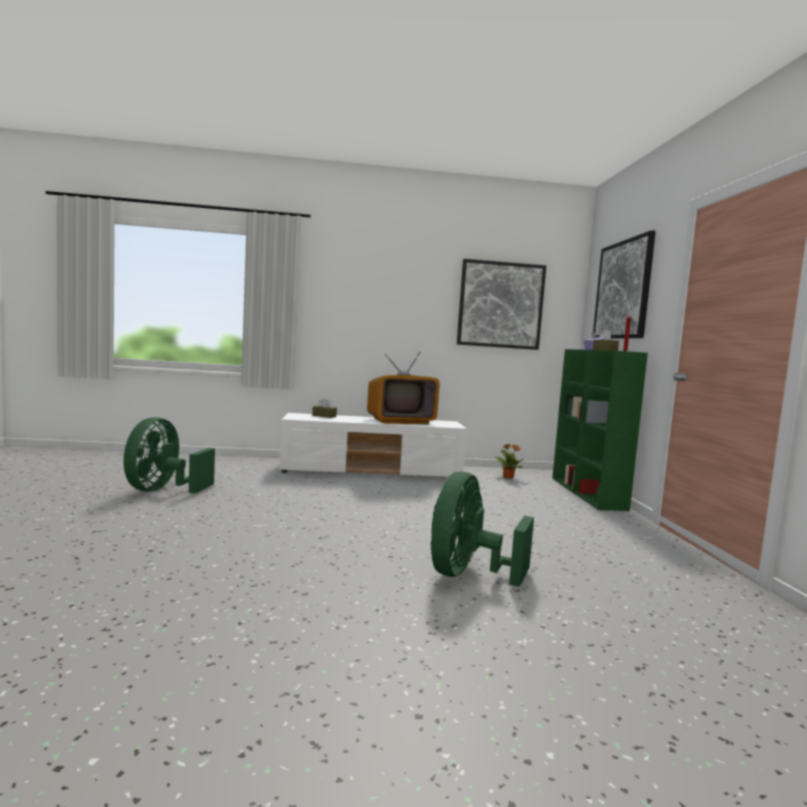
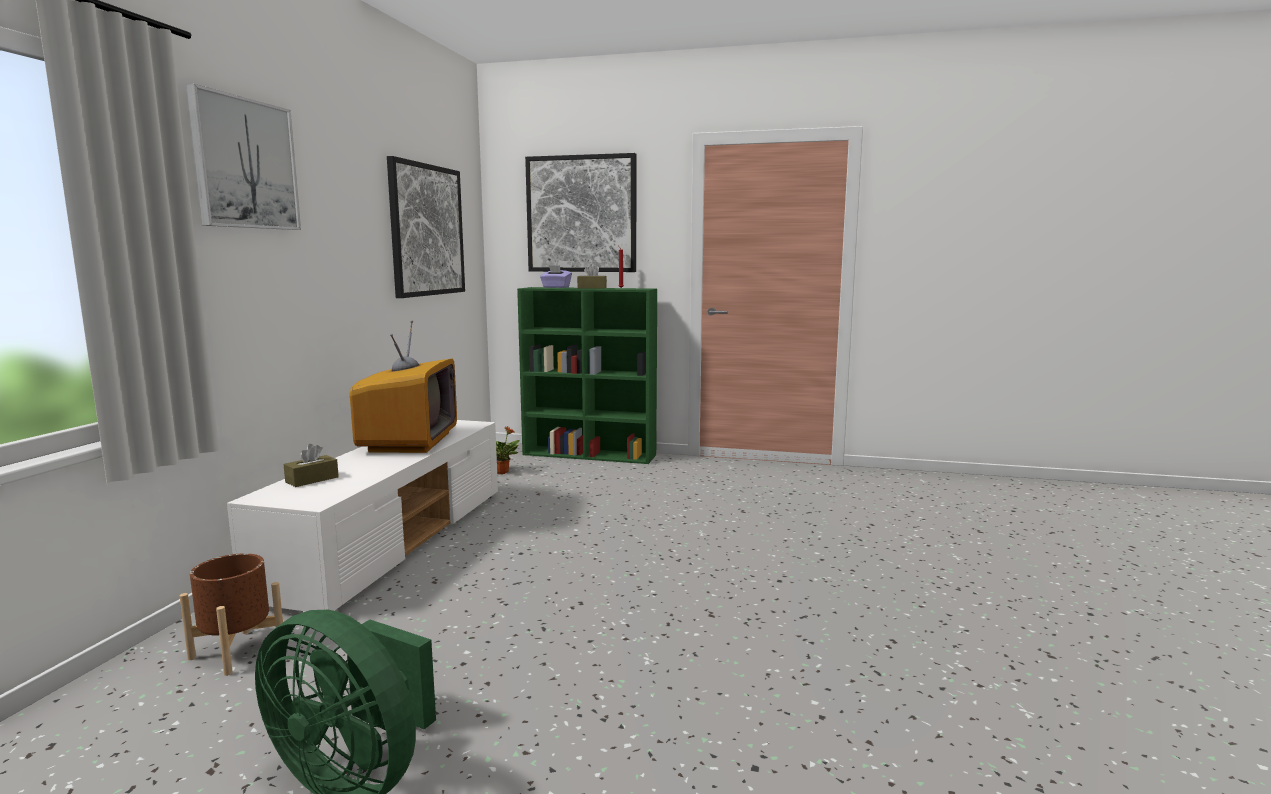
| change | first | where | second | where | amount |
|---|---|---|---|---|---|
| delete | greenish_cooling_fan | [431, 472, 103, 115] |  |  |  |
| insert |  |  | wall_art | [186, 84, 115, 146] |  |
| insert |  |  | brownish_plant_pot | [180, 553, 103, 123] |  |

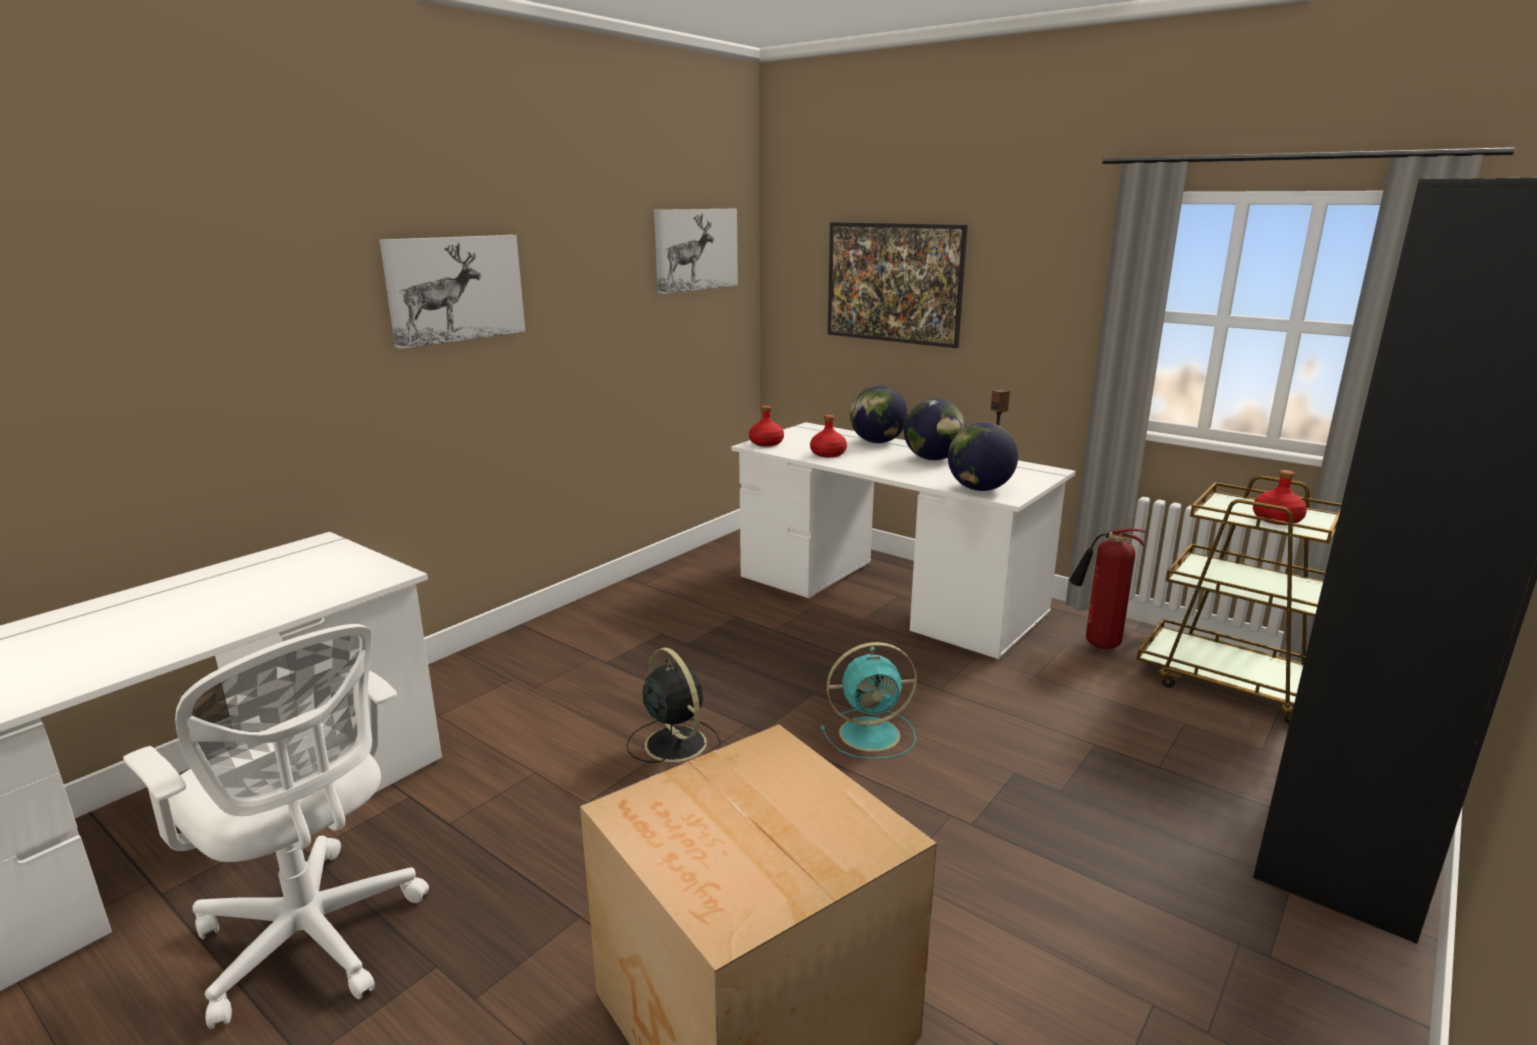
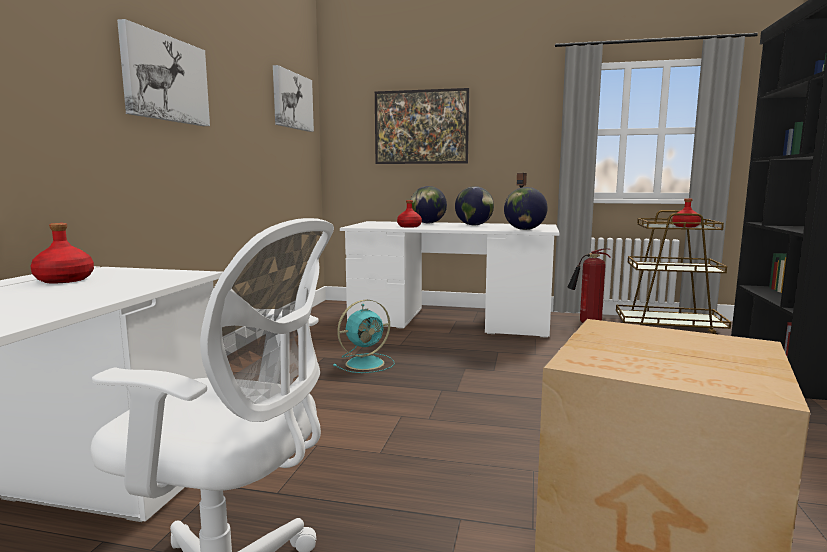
| change | first | where | second | where | amount |
|---|---|---|---|---|---|
| move | reddish_bottle | [749, 405, 35, 42] |  | [30, 223, 64, 60] |  |
| move | turquoise_cooling_fan | [821, 642, 96, 117] |  | [333, 299, 62, 74] |  |
| delete | black-coloured_cooling_fan | [626, 647, 95, 116] |  |  |  |

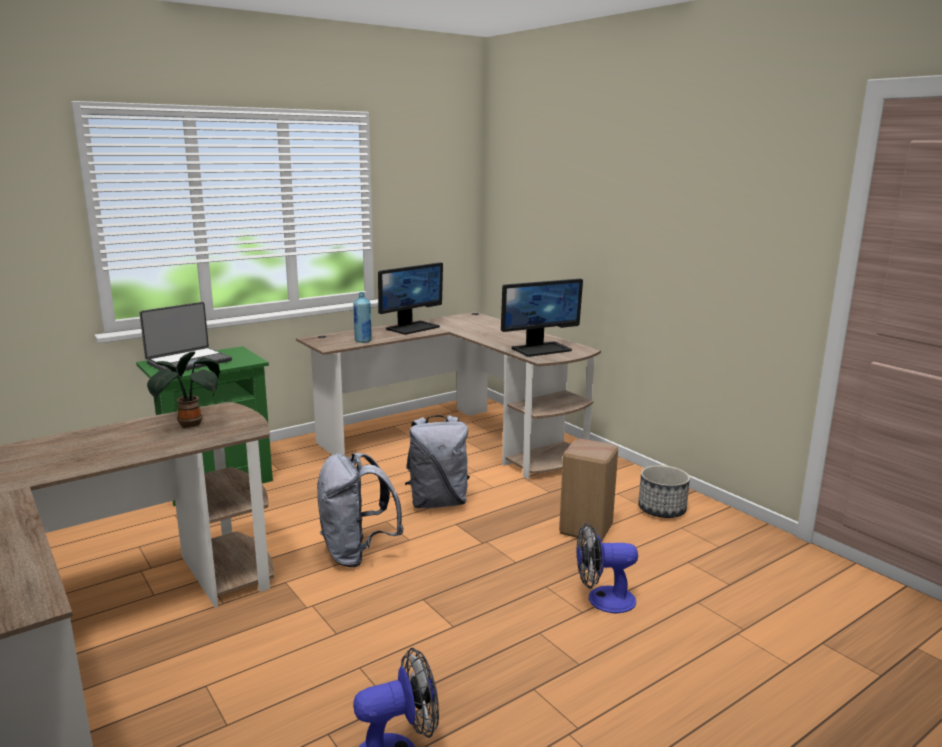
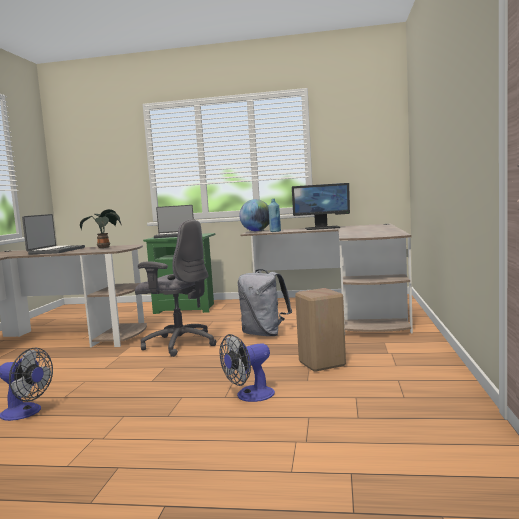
| change | first | where | second | where | amount |
|---|---|---|---|---|---|
| delete | computer_display | [501, 279, 82, 78] |  |  |  |
| replace | gray_rucksack | [317, 453, 87, 114] | gray_computer_chair | [135, 219, 82, 138] |  |
| delete | plant_pot | [638, 465, 52, 53] |  |  |  |
| rotate | cooling_fan | [577, 523, 61, 91] |  | [220, 334, 55, 68] | 75 degrees counterclockwise |
| insert |  |  | desk_globe | [239, 199, 30, 32] |  |
| insert |  |  | notebook_computer | [22, 214, 63, 41] |  |

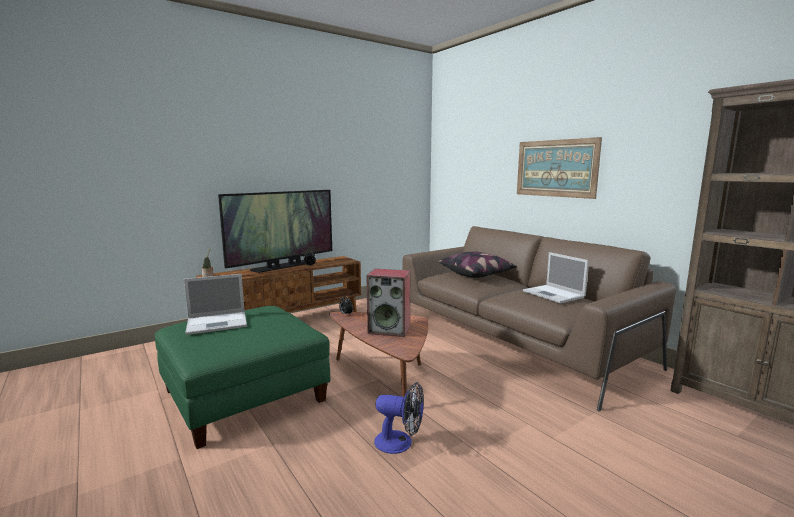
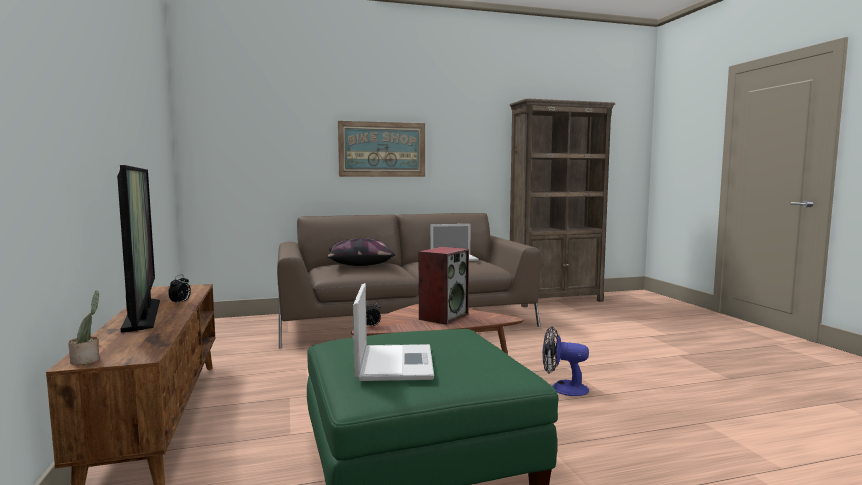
| change | first | where | second | where | amount |
|---|---|---|---|---|---|
| rotate | cooling_fan | [374, 382, 50, 72] |  | [543, 326, 46, 70] | 105 degrees counterclockwise |

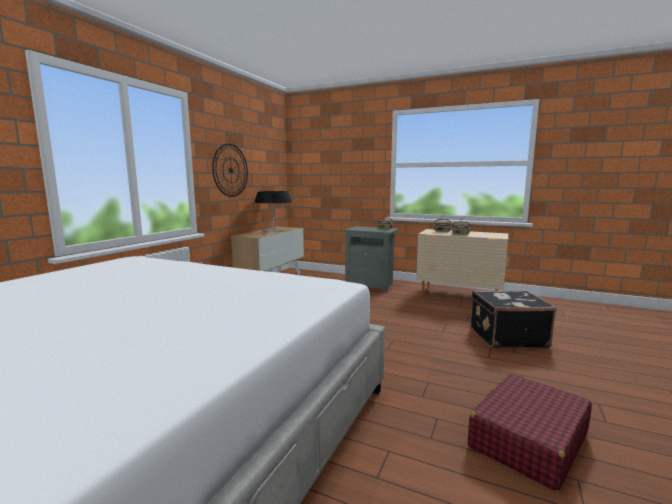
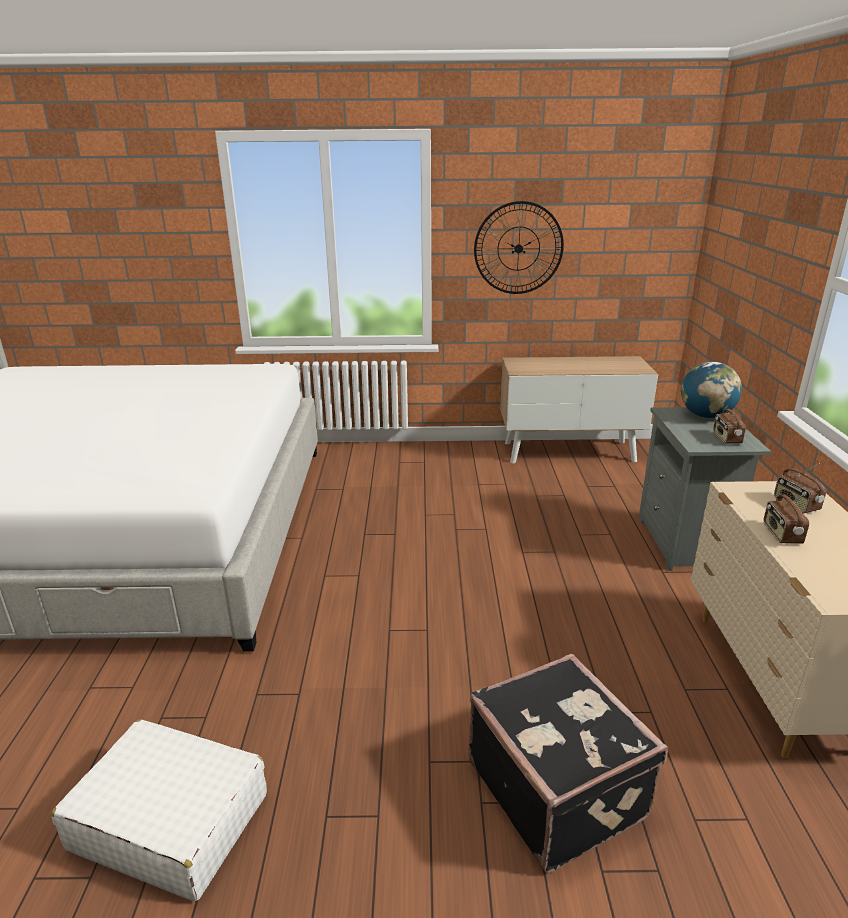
| change | first | where | second | where | amount |
|---|---|---|---|---|---|
| delete | lamp_for_a_table | [254, 191, 38, 41] |  |  |  |
| recolor | reddish_suitcase | [468, 374, 124, 117] | whitish_suitcase | [51, 719, 216, 182] |  |
| insert |  |  | desk_globe | [681, 362, 61, 56] |  |

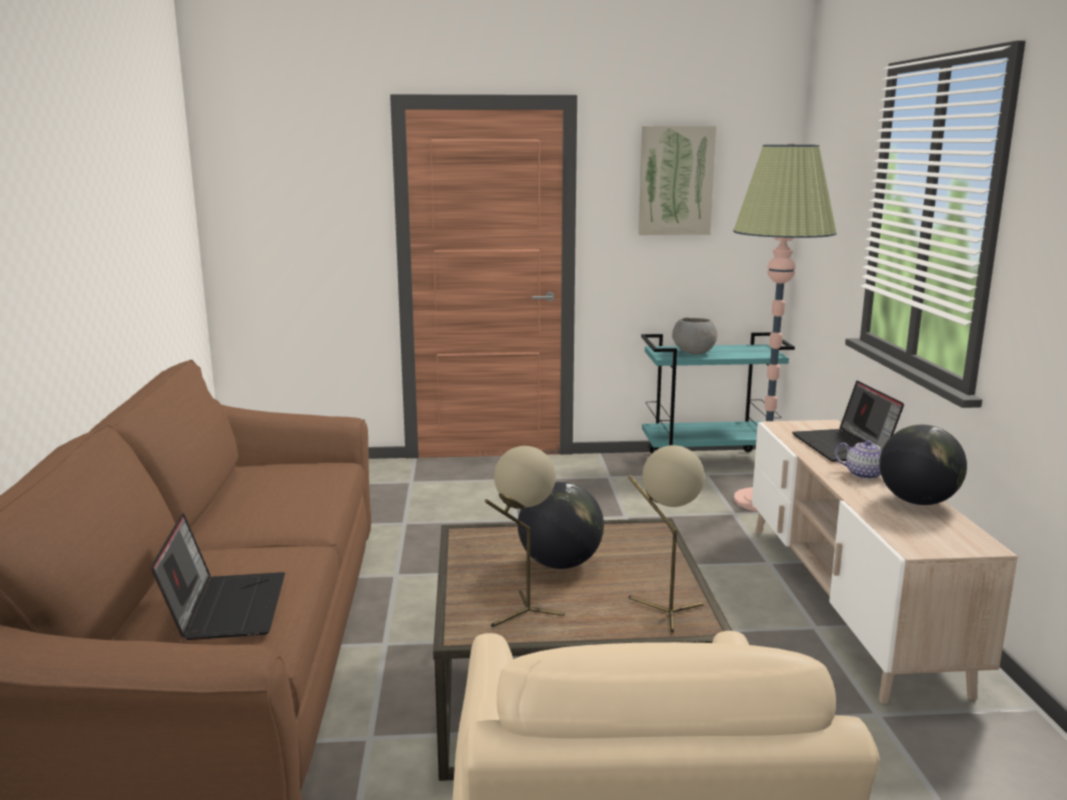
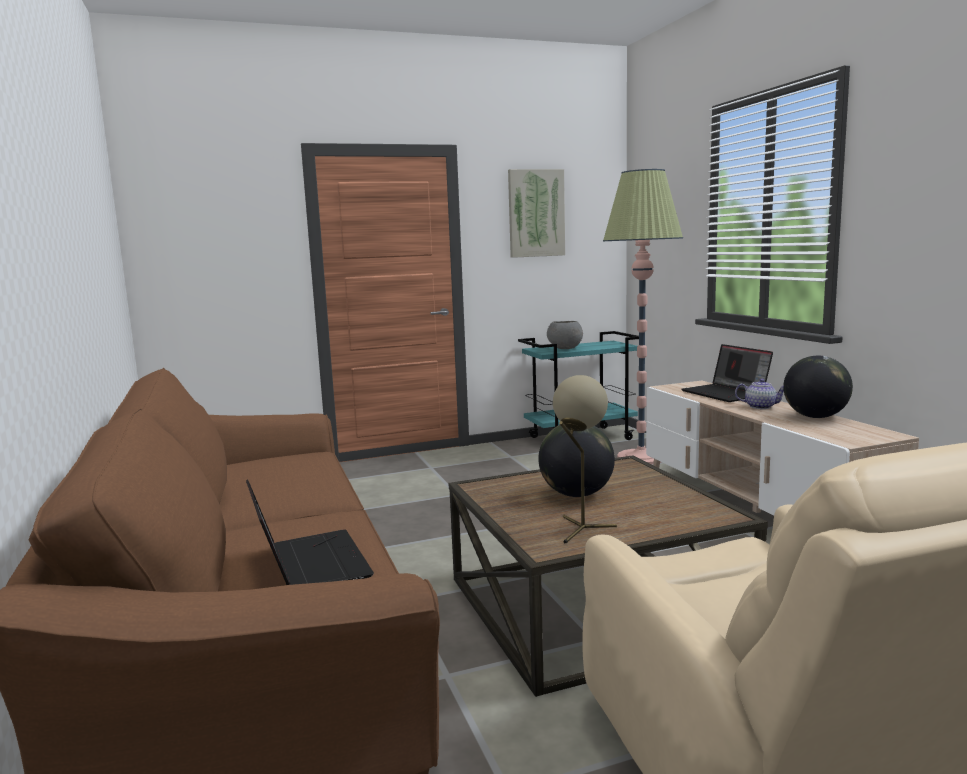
| change | first | where | second | where | amount |
|---|---|---|---|---|---|
| delete | beige_lamp_for_a_table | [628, 445, 77, 188] |  |  |  |

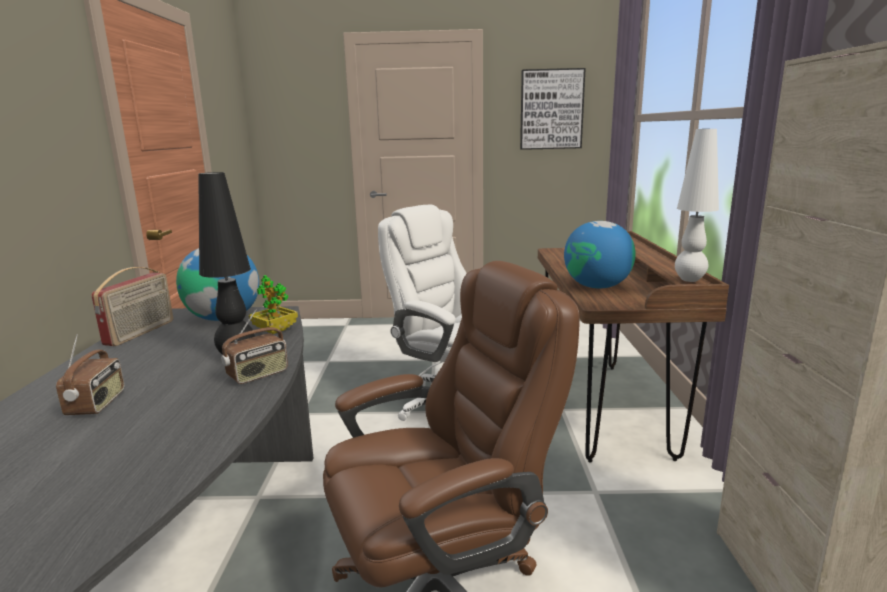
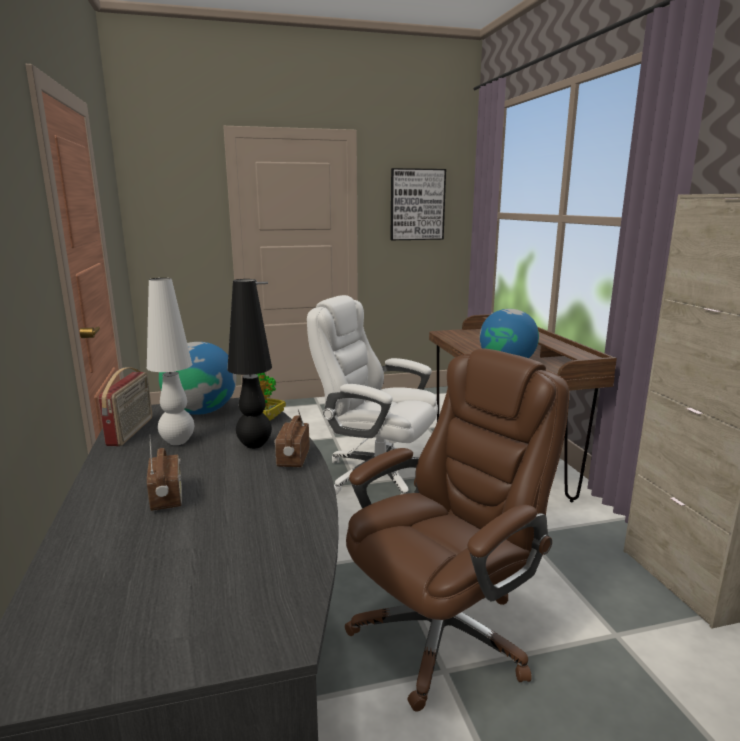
| change | first | where | second | where | amount |
|---|---|---|---|---|---|
| move | whitish_lamp_for_a_table | [675, 129, 44, 153] |  | [147, 278, 47, 167] |  |
| rotate | radio_set | [221, 309, 67, 75] |  | [274, 409, 35, 59] | 150 degrees clockwise |

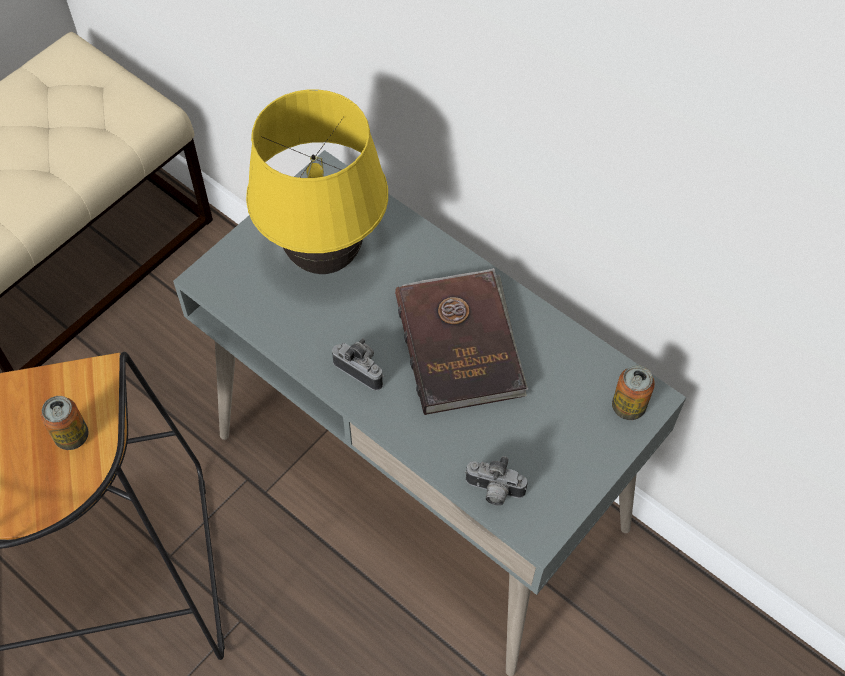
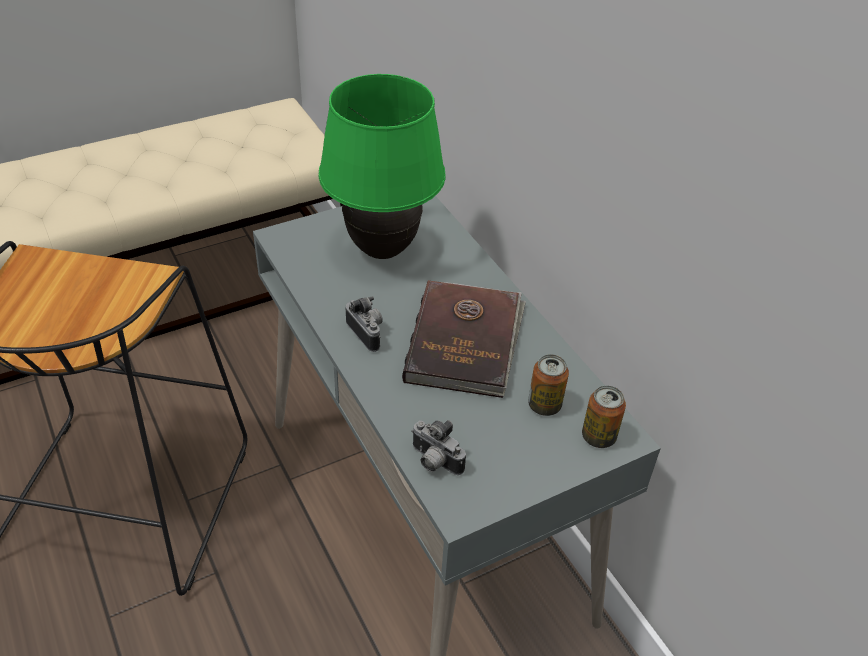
| change | first | where | second | where | amount |
|---|---|---|---|---|---|
| recolor | yellowish_lamp_for_a_table | [246, 90, 142, 184] | greenish_lamp_for_a_table | [319, 74, 127, 185] |  |
| move | can | [41, 396, 48, 54] |  | [528, 354, 41, 62] |  |

